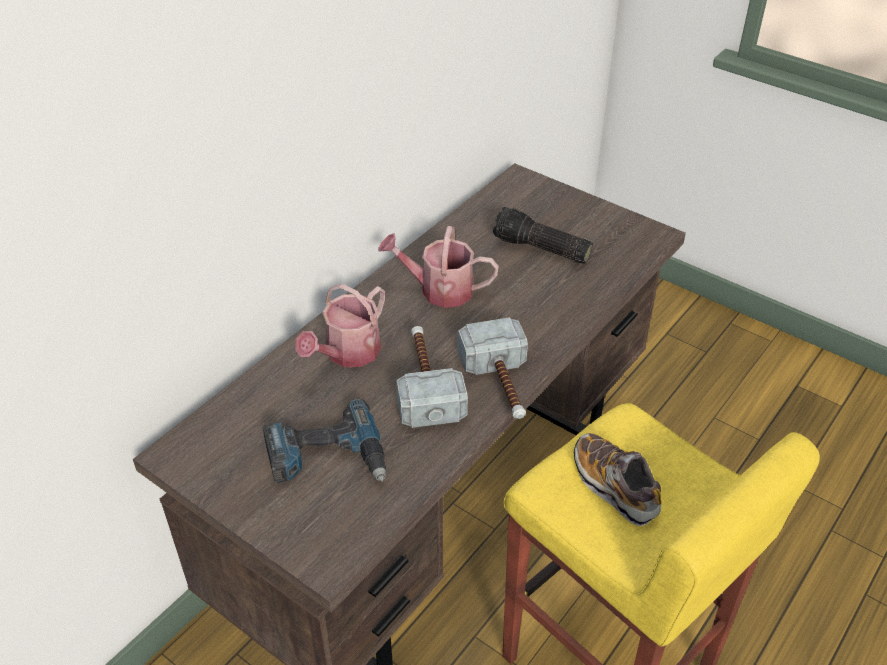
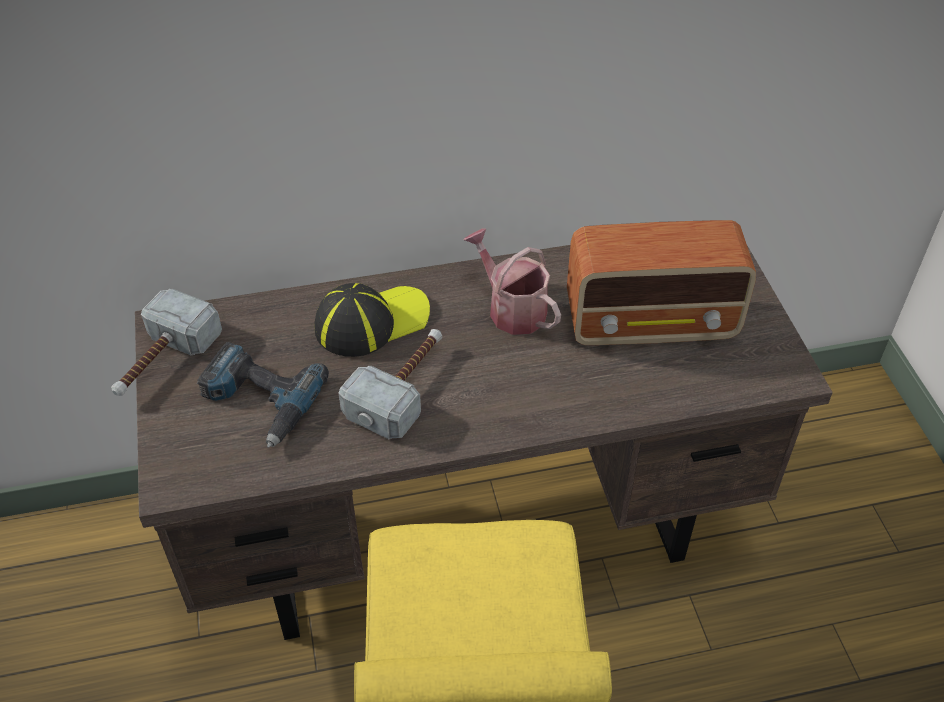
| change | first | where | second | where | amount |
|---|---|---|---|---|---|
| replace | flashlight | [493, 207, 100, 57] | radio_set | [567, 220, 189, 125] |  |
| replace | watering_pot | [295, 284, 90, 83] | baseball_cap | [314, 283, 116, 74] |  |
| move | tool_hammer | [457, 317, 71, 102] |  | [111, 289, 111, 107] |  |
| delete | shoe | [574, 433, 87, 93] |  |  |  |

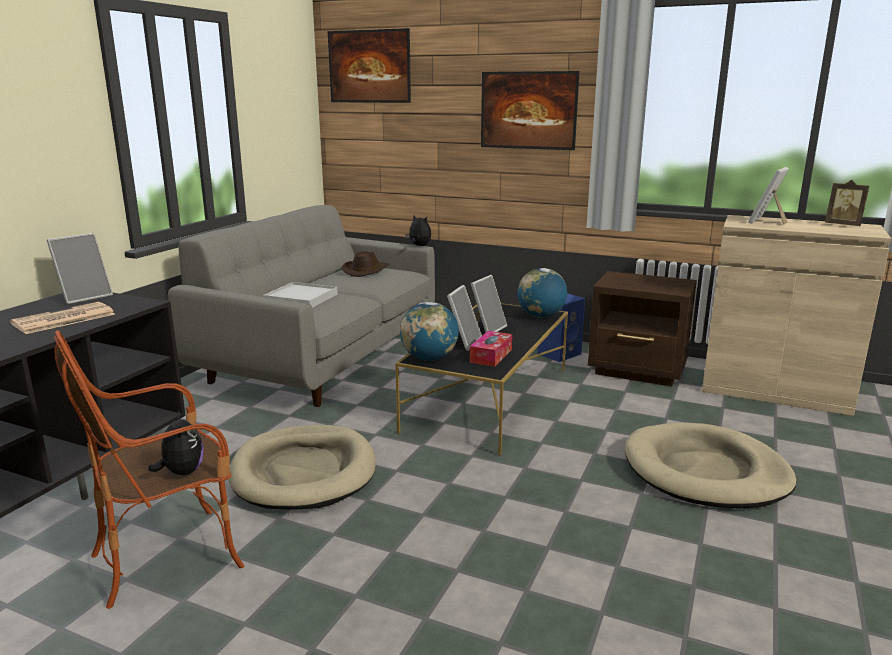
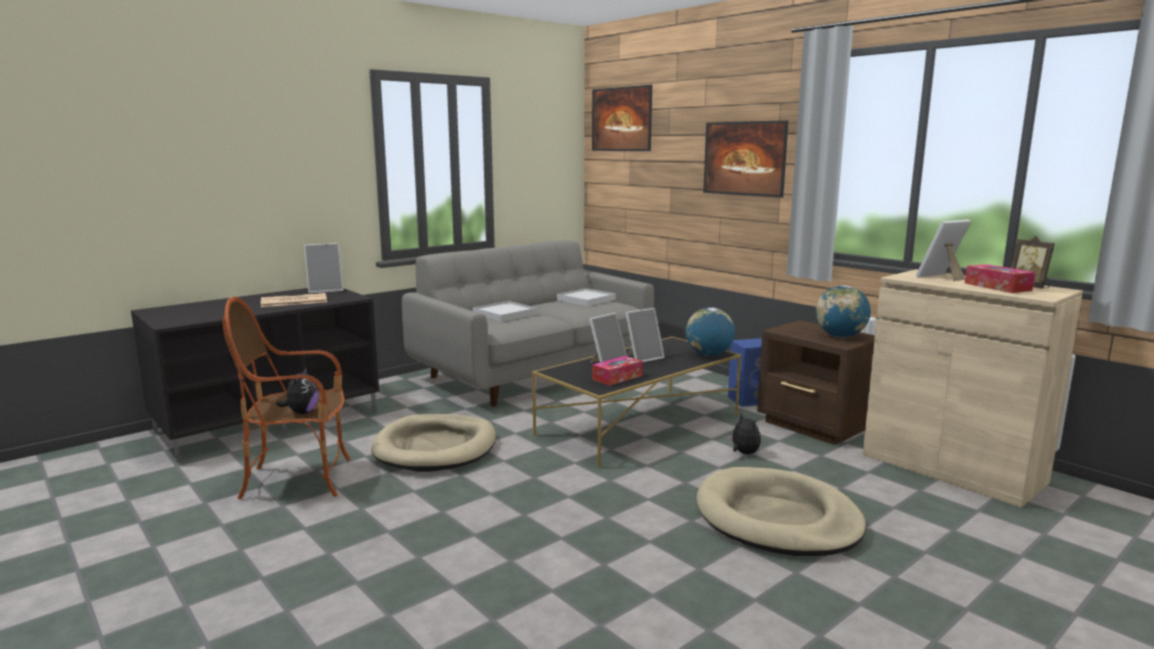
| change | first | where | second | where | amount |
|---|---|---|---|---|---|
| move | soft_toy | [405, 215, 26, 31] |  | [728, 413, 33, 42] |  |
| replace | brownish_hat | [342, 251, 47, 26] | whitish_carrying_tray | [557, 288, 59, 18] |  |
| move | desk_globe | [400, 302, 59, 59] |  | [816, 286, 55, 51] |  |
| insert |  |  | tissue_holder | [965, 264, 70, 29] |  |

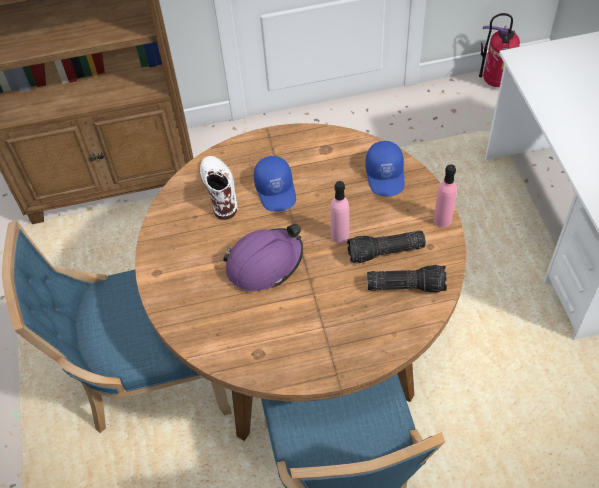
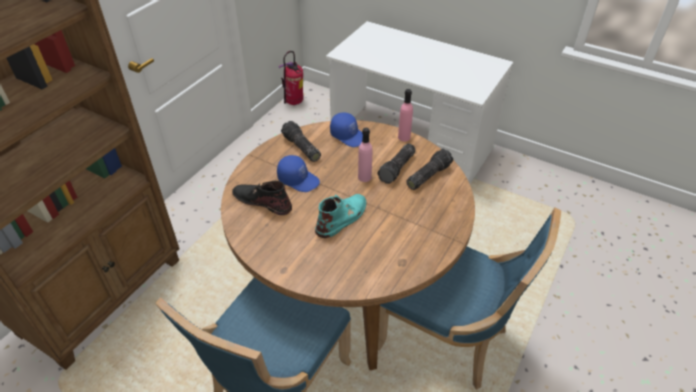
| change | first | where | second | where | amount |
|---|---|---|---|---|---|
| recolor | whitish_boot | [200, 156, 38, 64] | black-coloured_boot | [232, 181, 60, 34] |  |
| replace | purple_safety_helmet | [223, 224, 80, 67] | turquoise_boot | [315, 194, 51, 44] |  |
| insert |  |  | flashlight | [281, 121, 40, 41] |  |

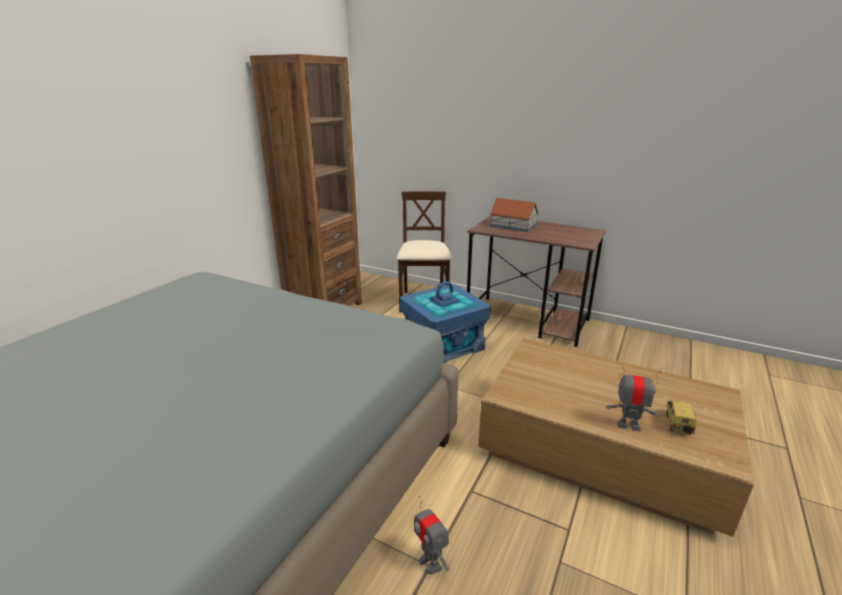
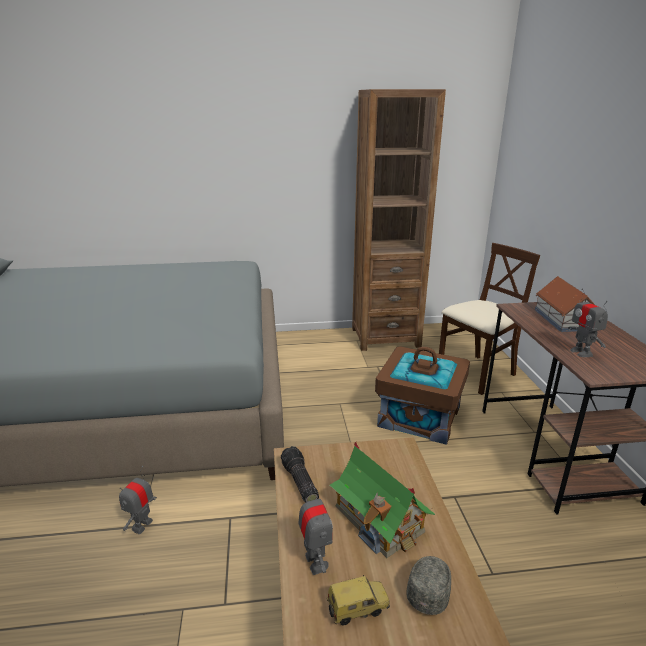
| change | first | where | second | where | amount |
|---|---|---|---|---|---|
| recolor | blue-coloured_storage_box | [400, 281, 91, 82] | brownish_storage_box | [375, 346, 95, 99] |  |
| insert |  |  | robot_figure | [568, 288, 40, 69] |  |
| insert |  |  | toy_house | [330, 442, 105, 116] |  |
| insert |  |  | flashlight | [281, 446, 38, 57] |  |
| insert |  |  | gray_baseball_cap | [406, 556, 45, 59] |  |

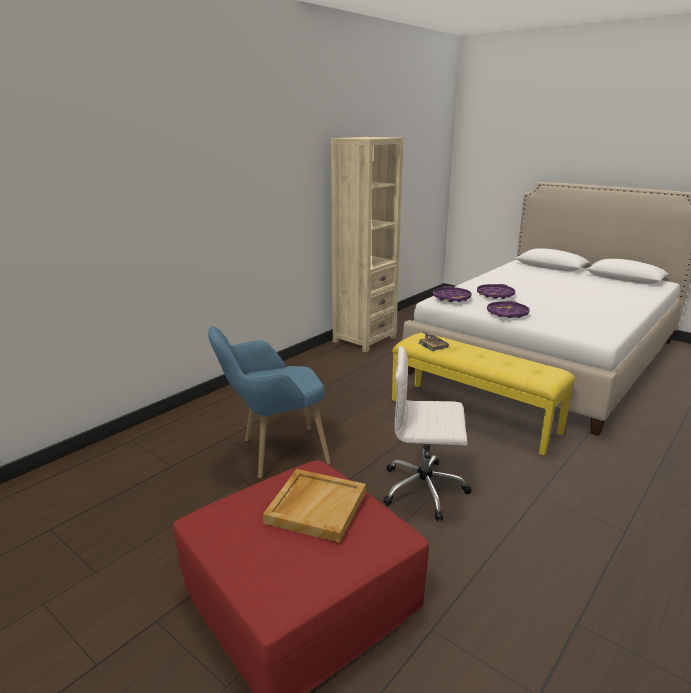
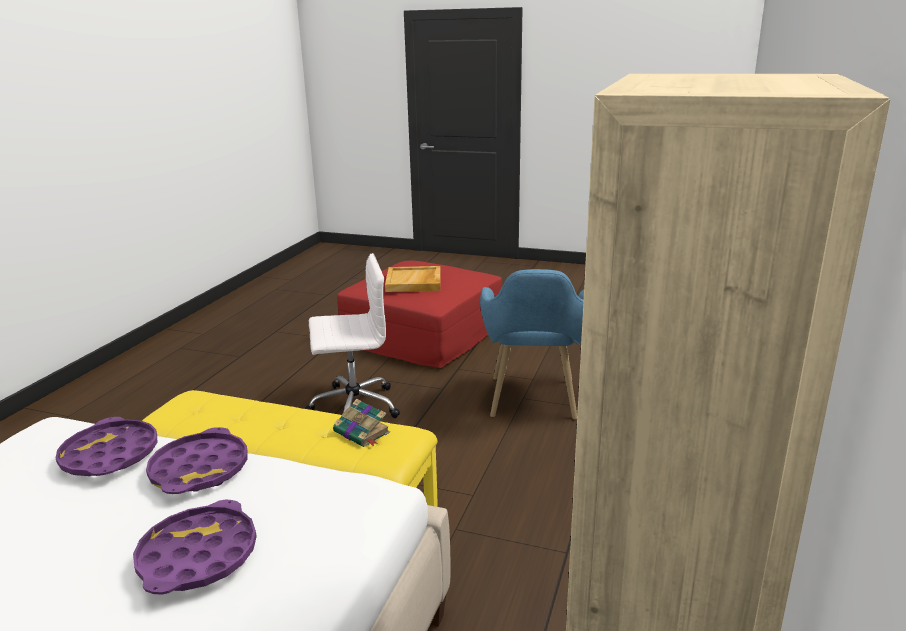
| change | first | where | second | where | amount |
|---|---|---|---|---|---|
| move | purple_carrying_tray | [433, 286, 39, 16] |  | [56, 417, 101, 59] |  |
| rotate | blue-coloured_armchair | [208, 326, 123, 153] |  | [480, 269, 104, 151] | 135 degrees clockwise |

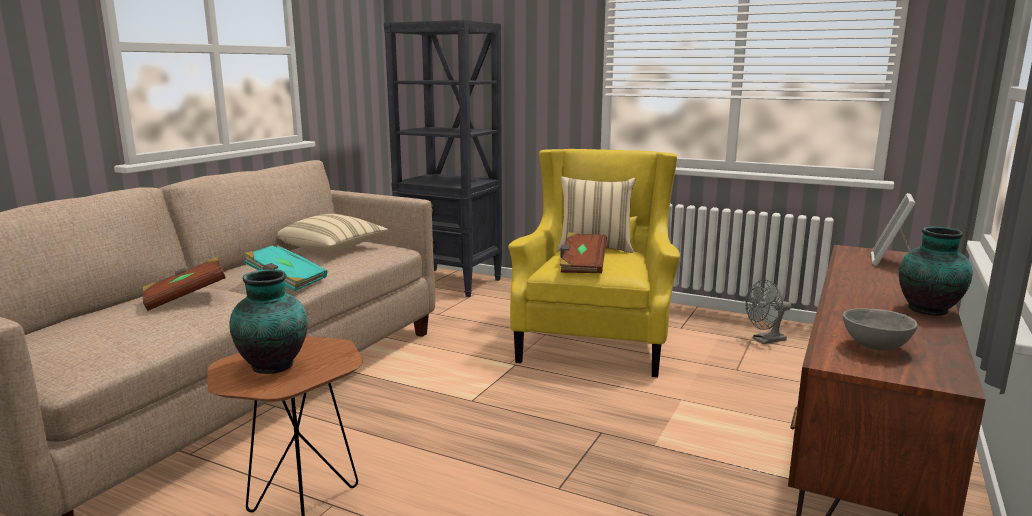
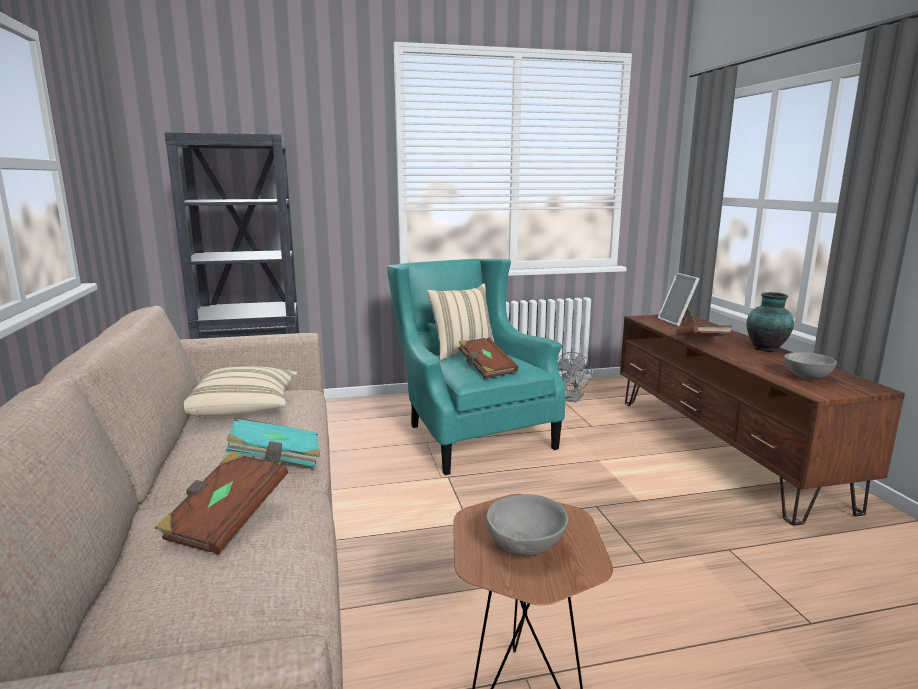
| change | first | where | second | where | amount |
|---|---|---|---|---|---|
| recolor | yellowish_armchair | [508, 149, 172, 228] | turquoise_armchair | [387, 259, 178, 216] |  |
| replace | vase | [229, 269, 78, 105] | gray_deep_dish | [486, 494, 82, 62] |  |
| insert |  |  | brownish_bound_book | [676, 325, 56, 12] |  |

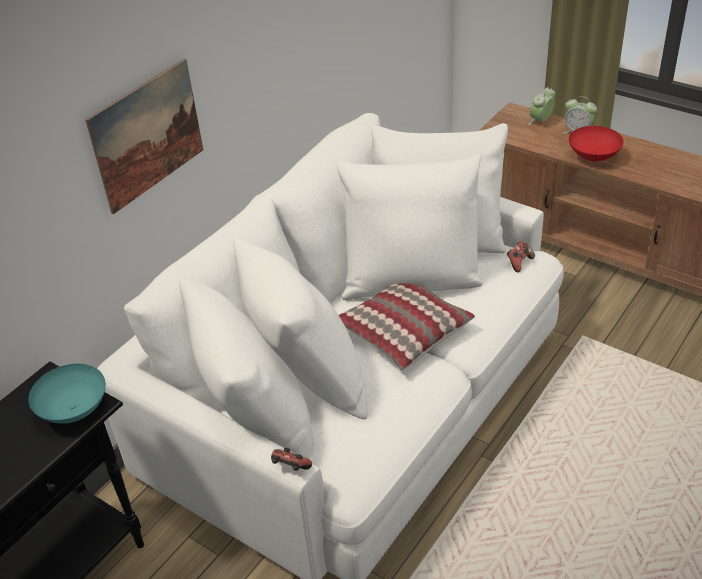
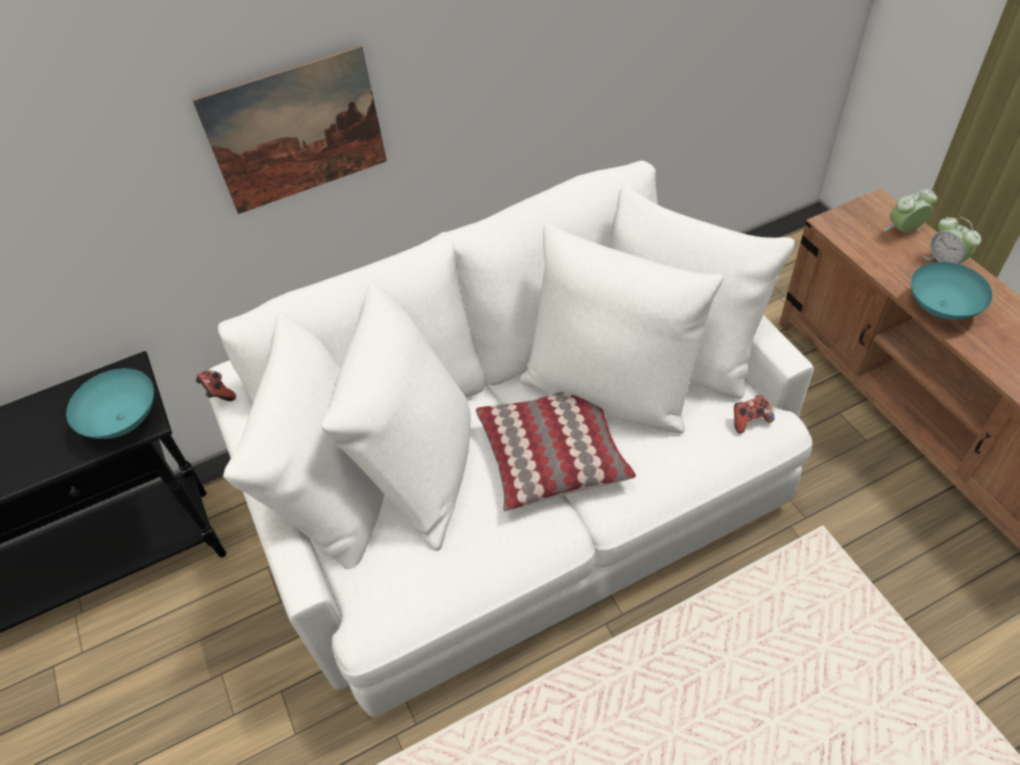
| change | first | where | second | where | amount |
|---|---|---|---|---|---|
| recolor | reddish_deep_dish | [569, 126, 55, 35] | turquoise_deep_dish | [911, 262, 81, 58] |  |
| move | game_controller | [271, 448, 41, 23] |  | [196, 371, 40, 30] |  |

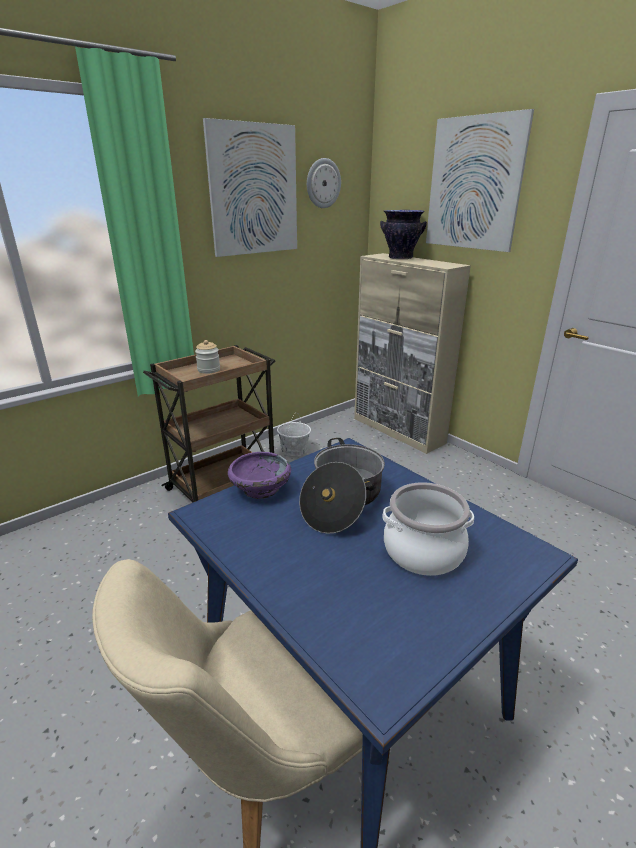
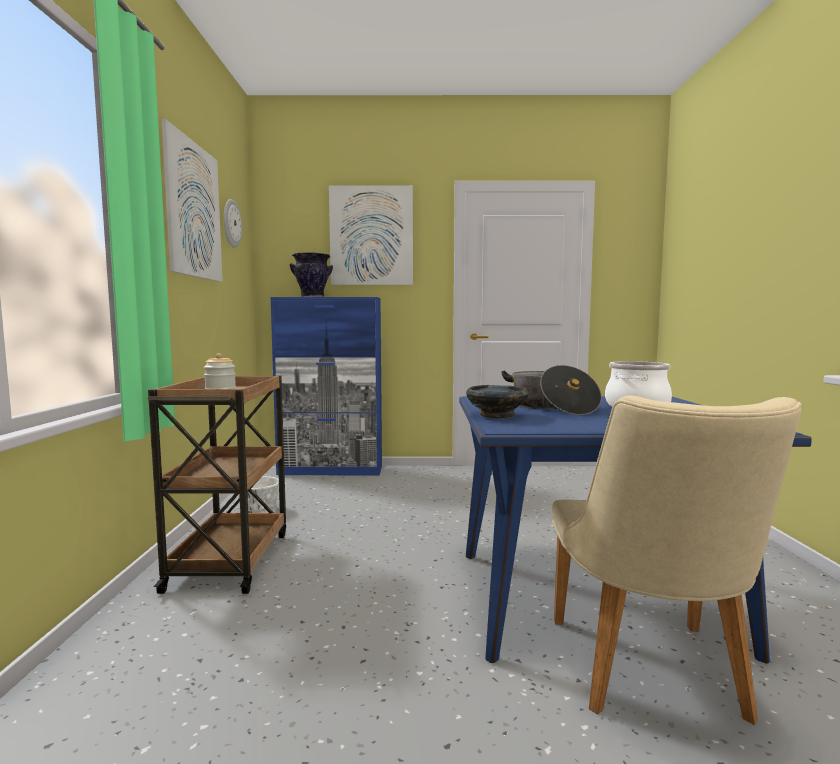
| change | first | where | second | where | amount |
|---|---|---|---|---|---|
| recolor | beige_cabinet | [354, 253, 117, 201] | blue-coloured_cabinet | [270, 297, 112, 178] |  |
| recolor | purple_deep_dish | [228, 452, 63, 47] | black-coloured_deep_dish | [466, 385, 63, 34] |  |

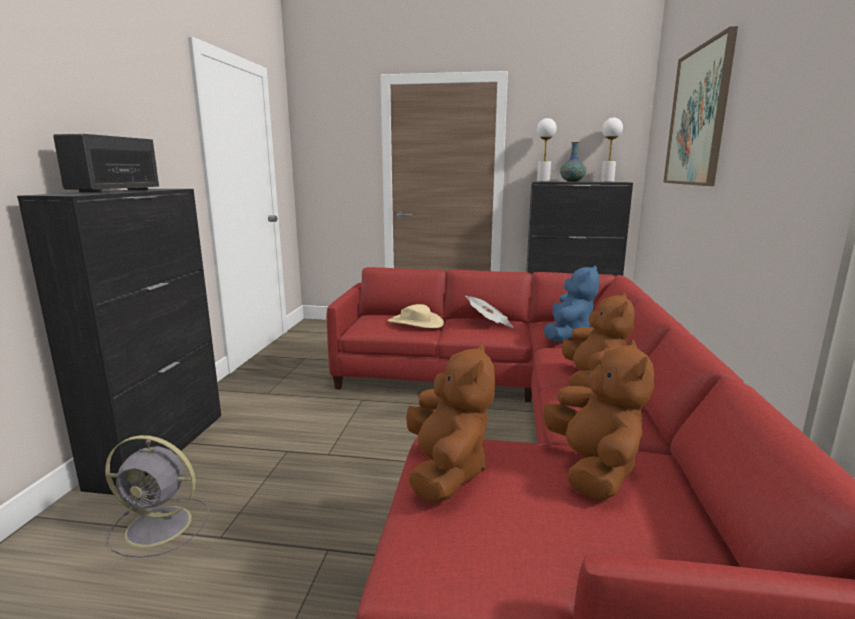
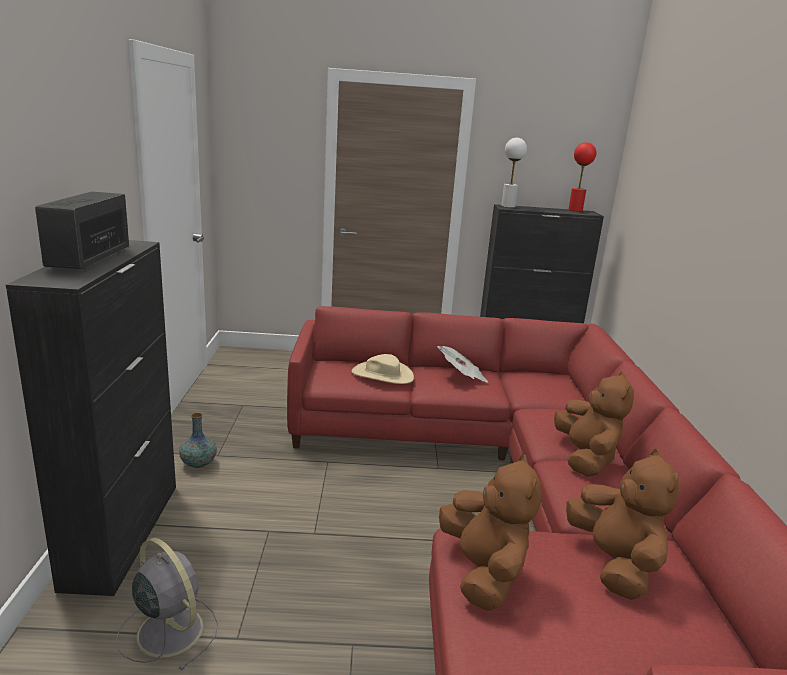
| change | first | where | second | where | amount |
|---|---|---|---|---|---|
| delete | wall_art | [663, 26, 75, 160] |  |  |  |
| recolor | whitish_lamp_for_a_table | [601, 118, 22, 64] | reddish_lamp_for_a_table | [568, 142, 28, 70] |  |
| move | vase | [560, 142, 26, 40] |  | [179, 413, 38, 55] |  |
| delete | blue-coloured_soft_toy | [544, 265, 55, 77] |  |  |  |
| rotate | gray_cooling_fan | [105, 435, 104, 123] |  | [116, 538, 102, 133] | 135 degrees counterclockwise |

